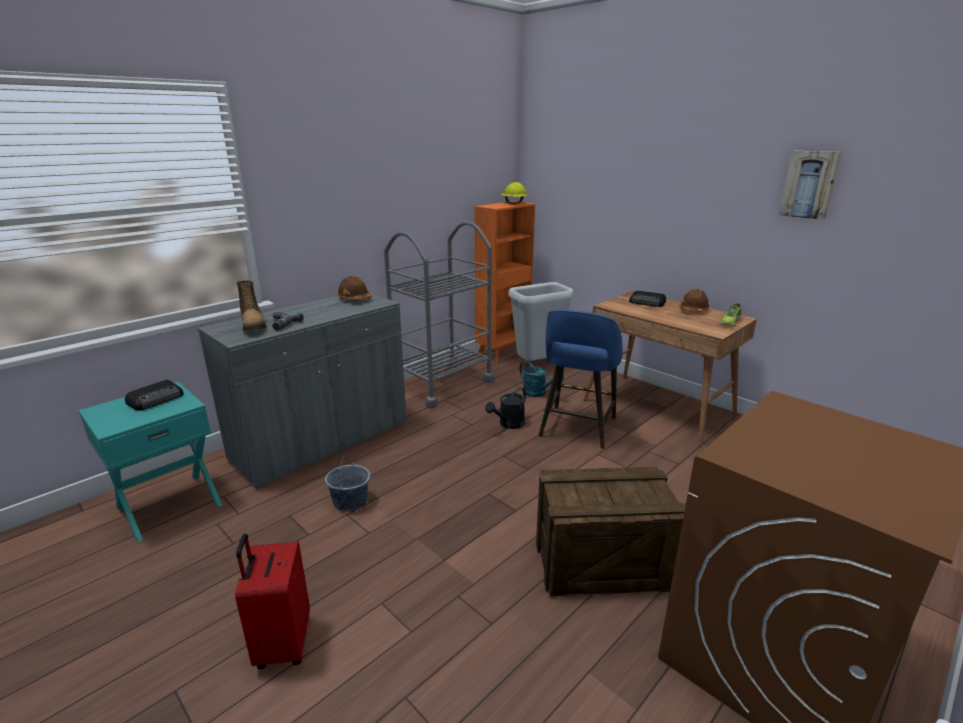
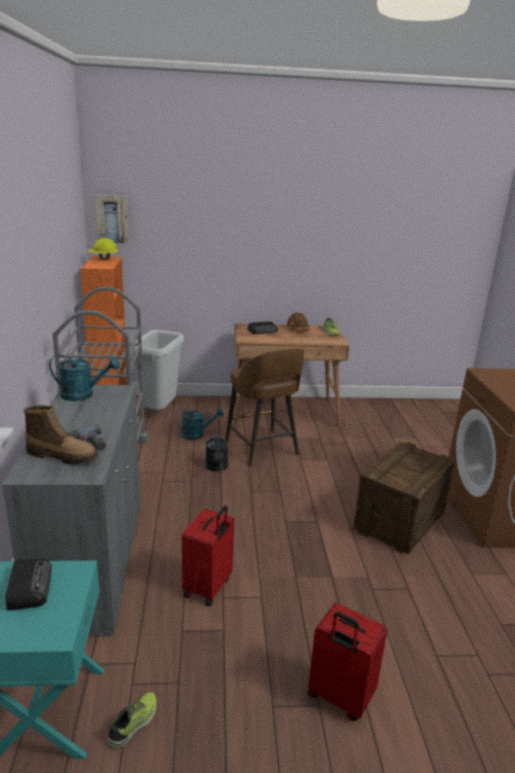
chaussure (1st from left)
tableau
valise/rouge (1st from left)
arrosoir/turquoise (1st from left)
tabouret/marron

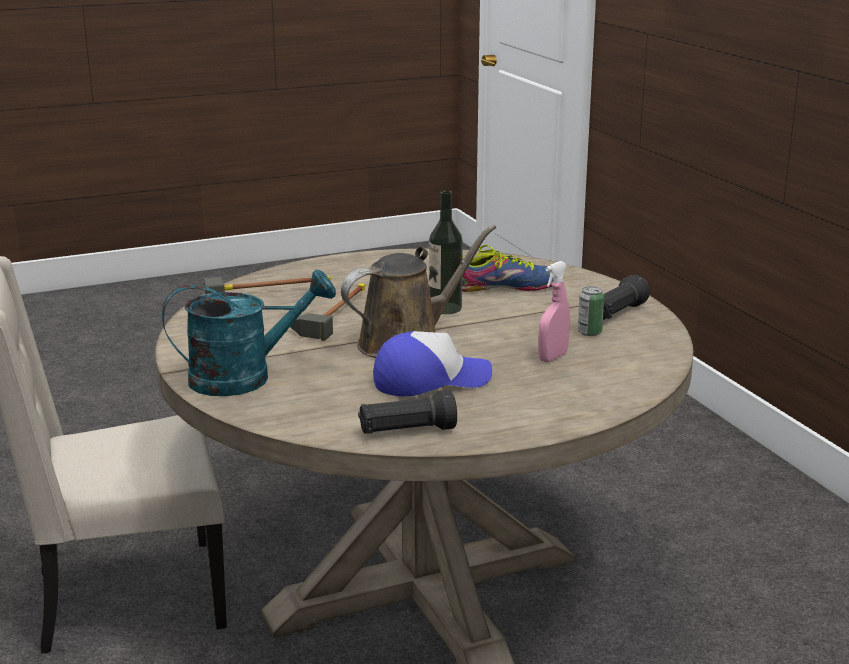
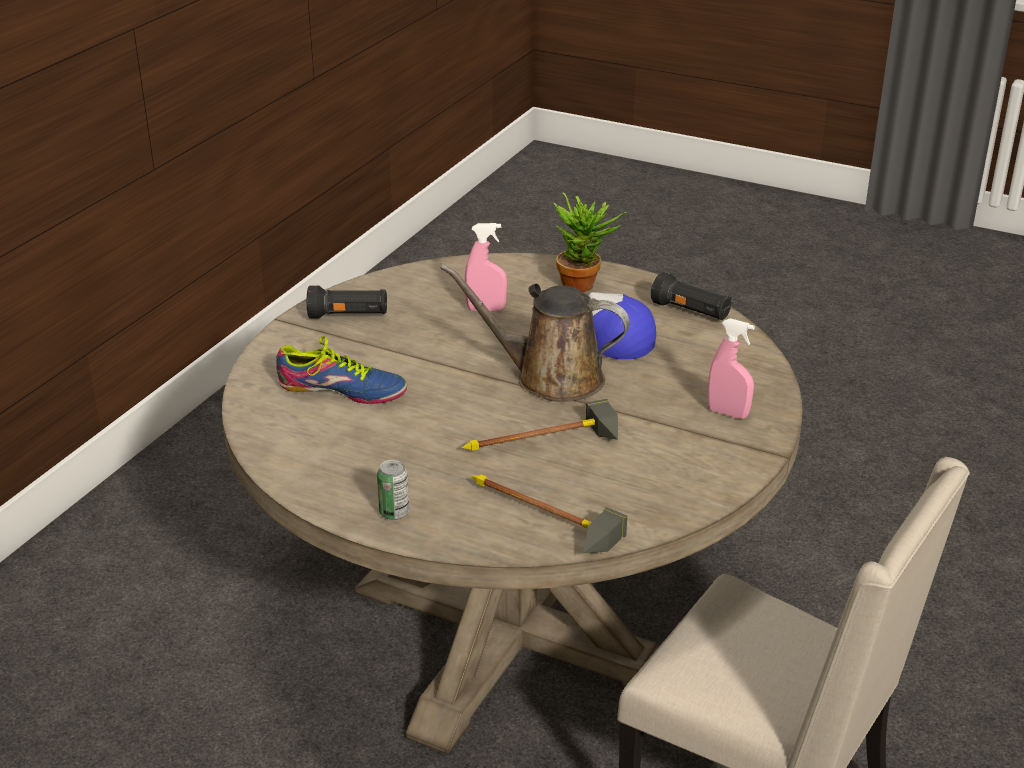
bouteille
plante en pot
boîte métallique
vaporisateur/rose (2nd from left)
chaussure

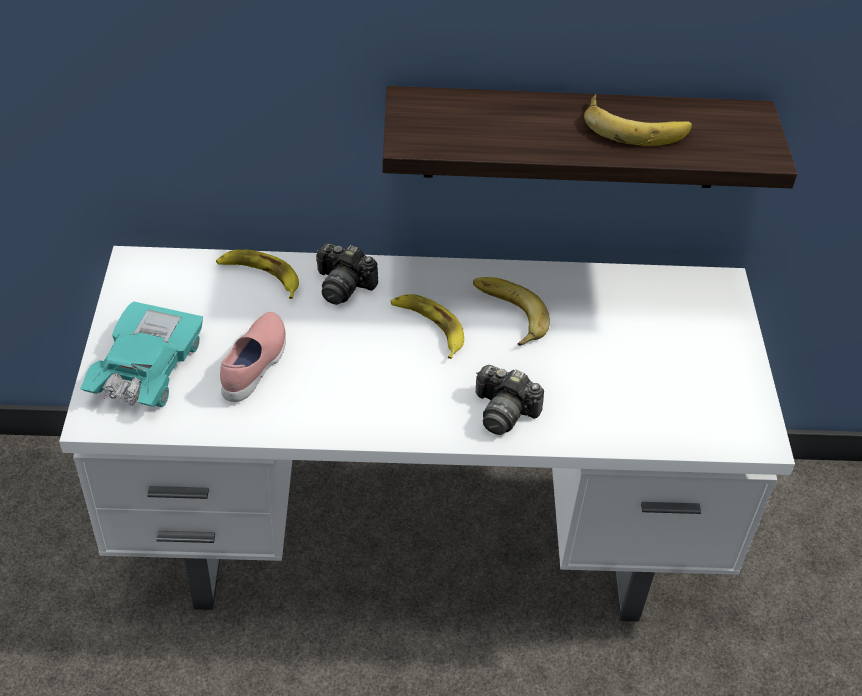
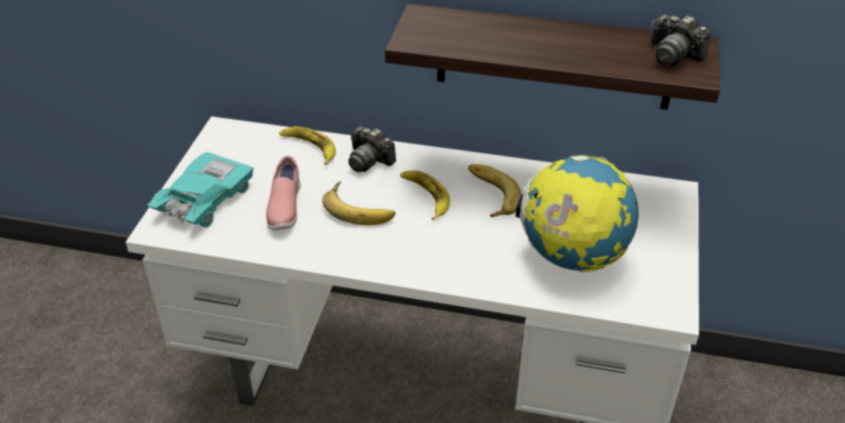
globe
appareil photo (2nd from left)
banane (2nd from left)
chaussure/rose

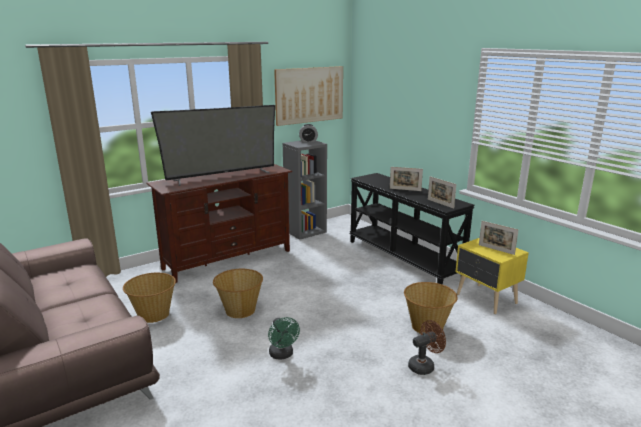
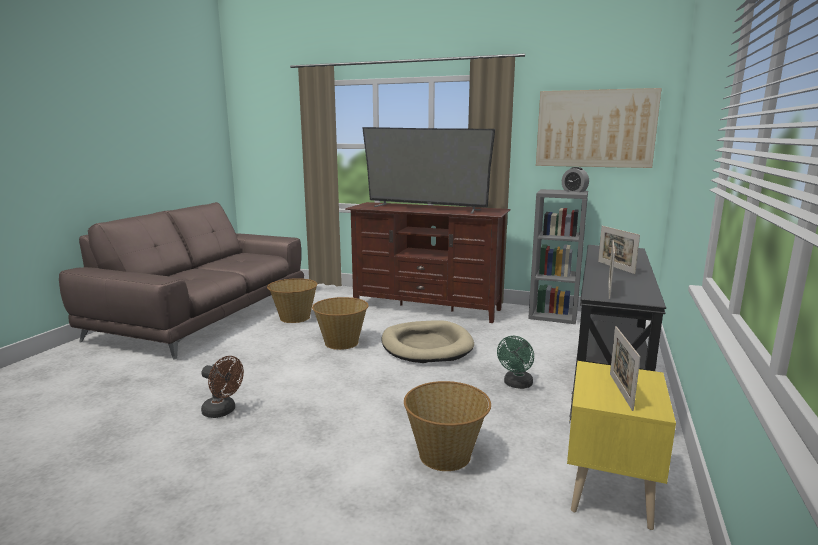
panier pour chien/beige
ventilateur/vert
ventilateur/marron

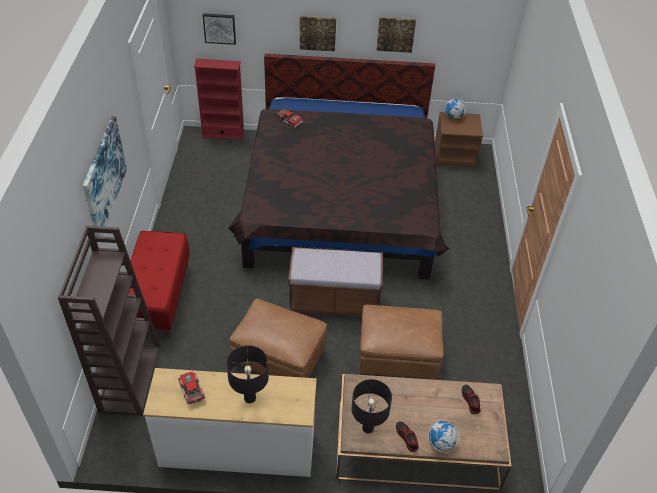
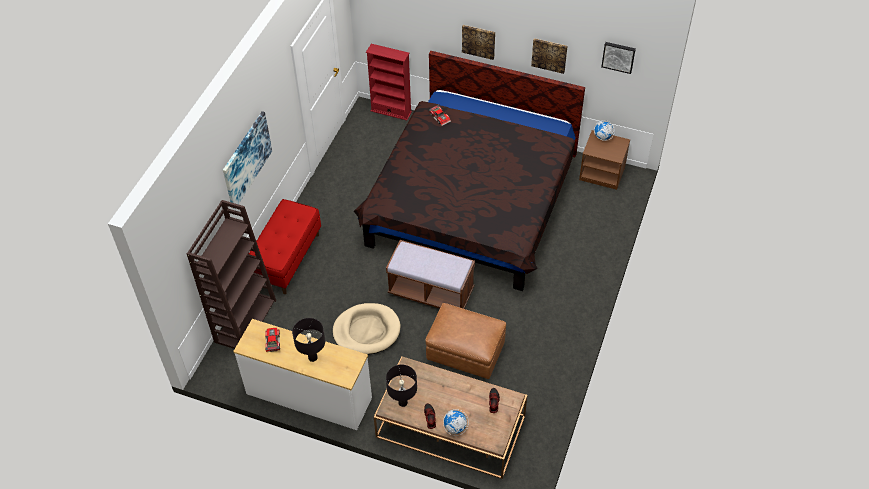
tableau (4th from left)
panier pour chien/beige

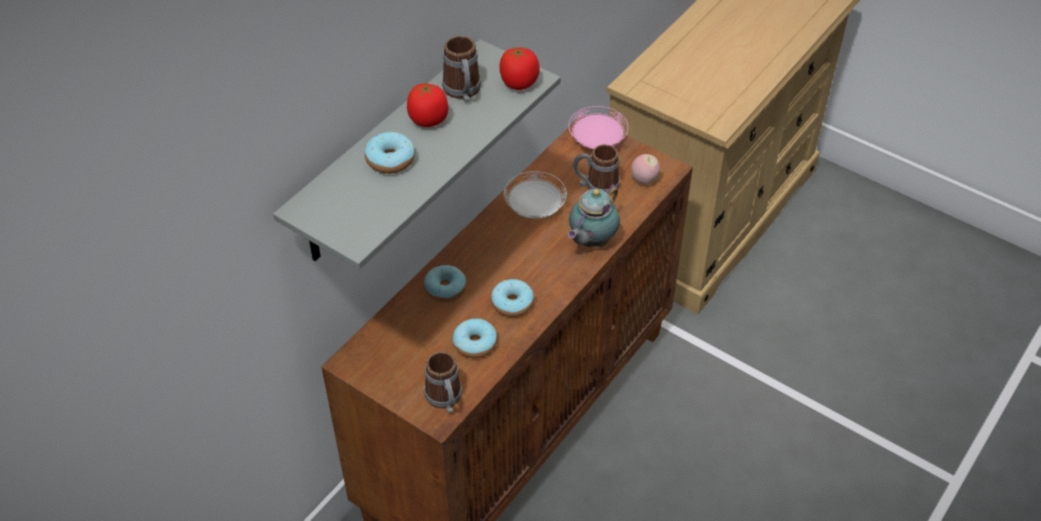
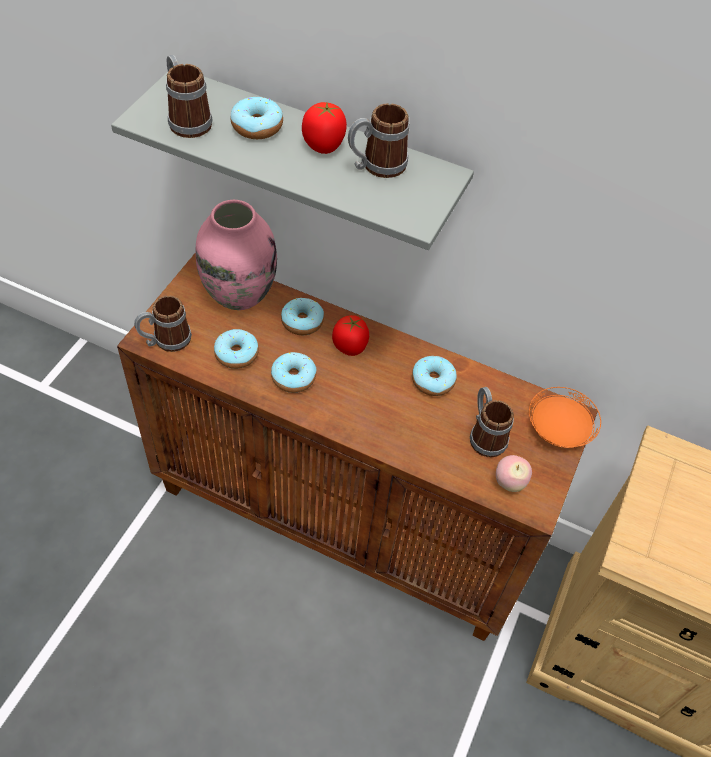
théière
mug (2nd from left)
vase/rose
tomate (2nd from left)
beignet (5th from left)
assiette/orange

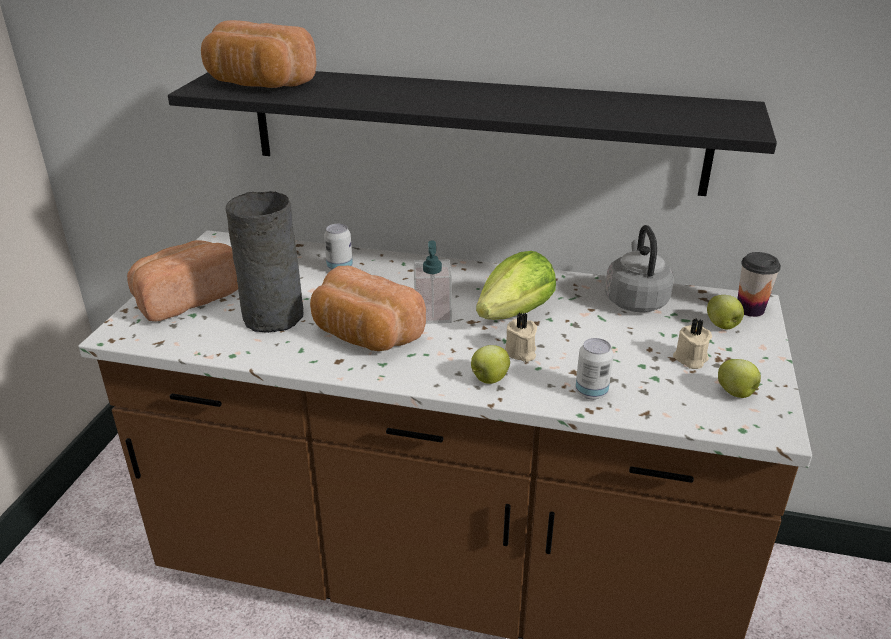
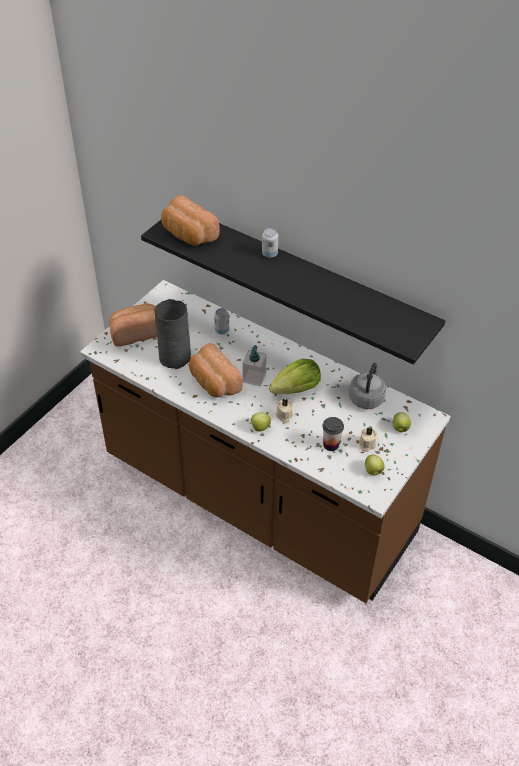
boîte métallique (2nd from left)
tasse

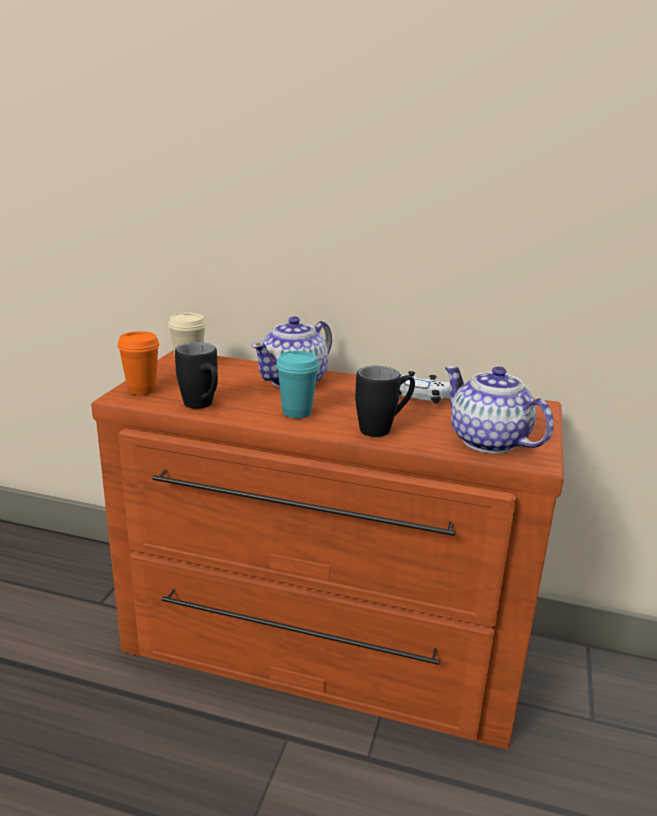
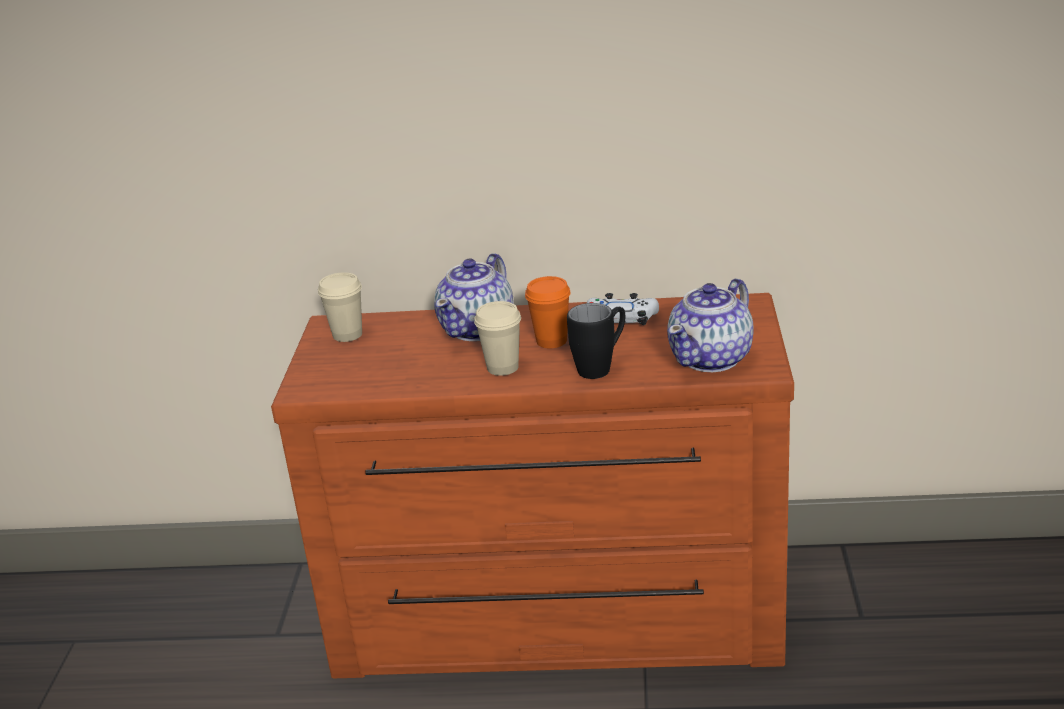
mug/noir (1st from left in the first image)
tasse/orange
tasse/beige (2nd from left)
théière (2nd from left)

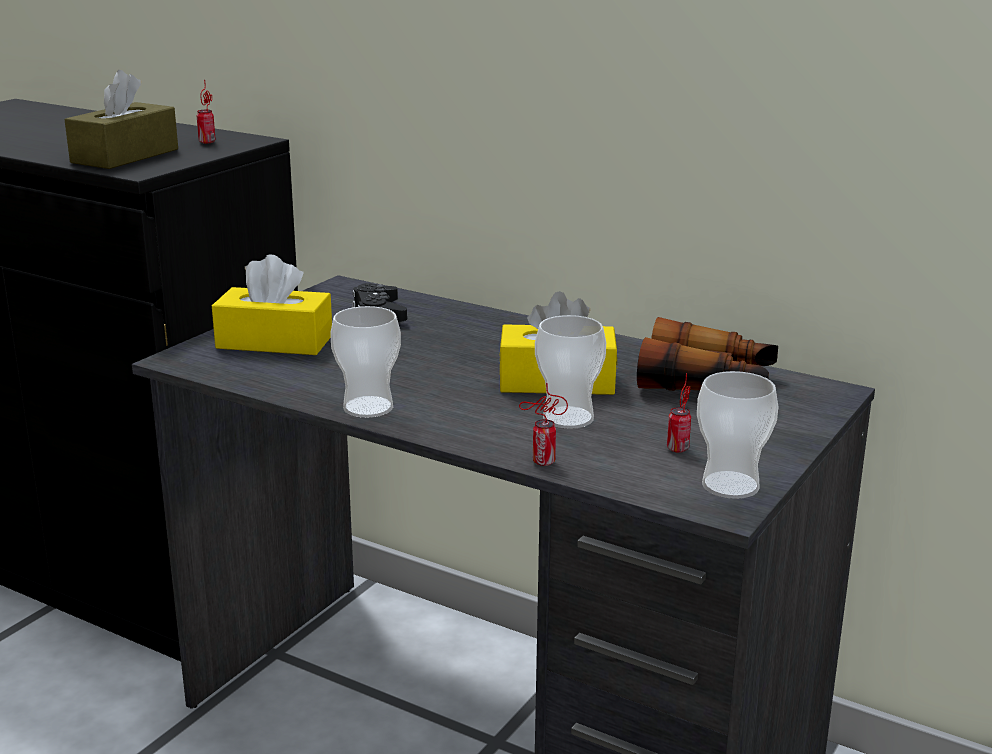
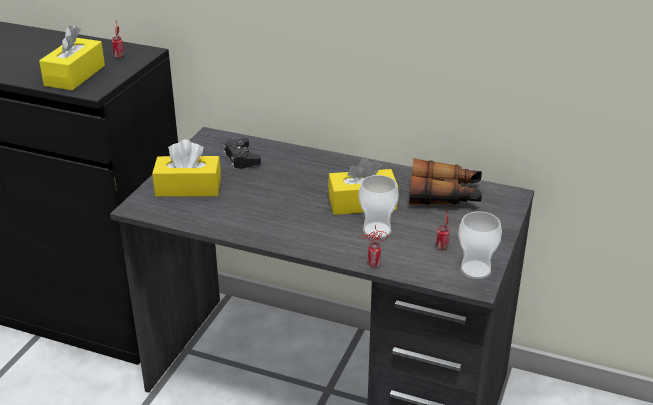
tasse (1st from left in the first image)
boîte à mouchoirs/jaune (1st from left)

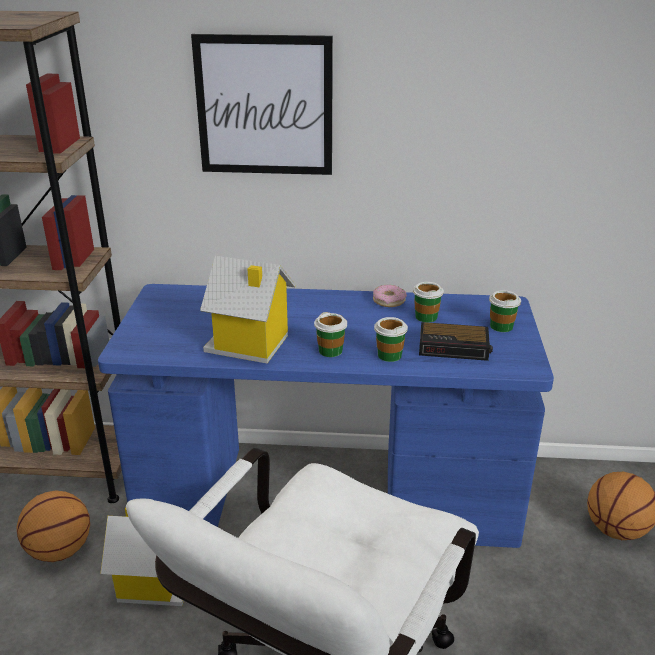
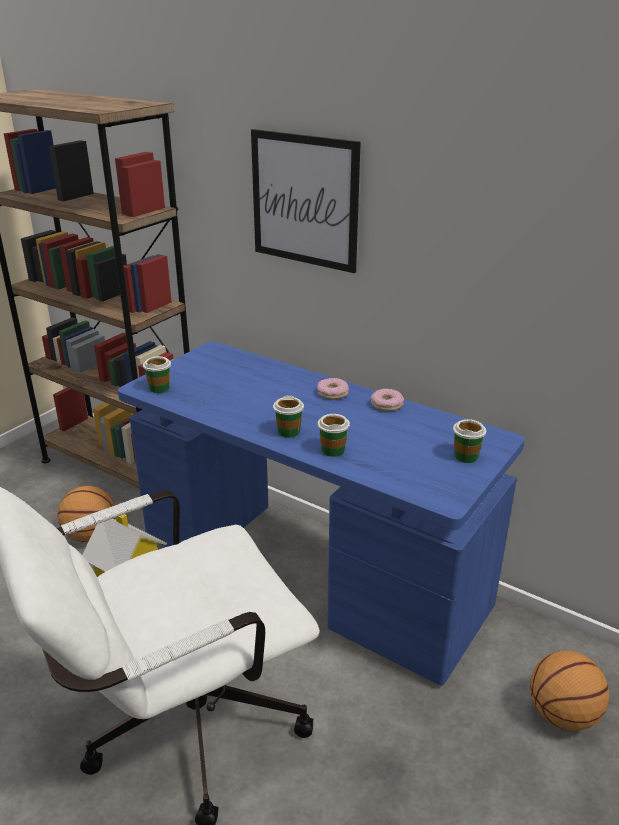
maison miniature (2nd from left in the first image)
réveil
beignet (1st from left)
tasse (1st from left)

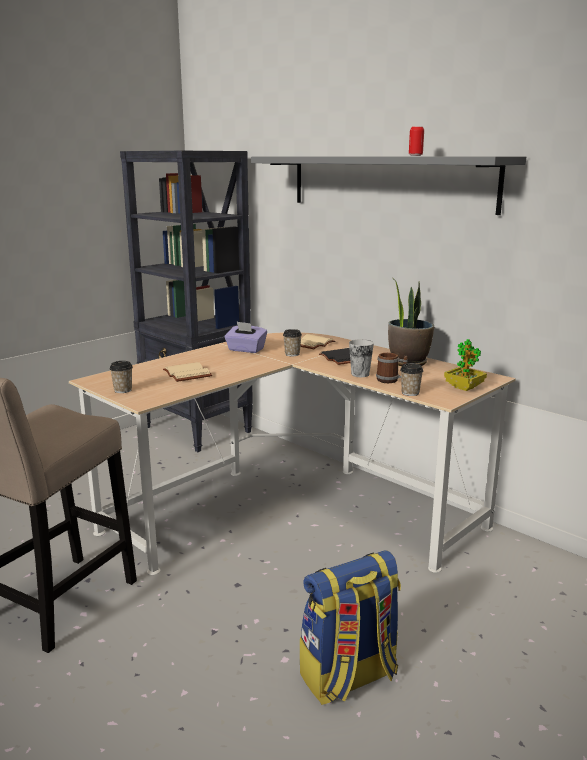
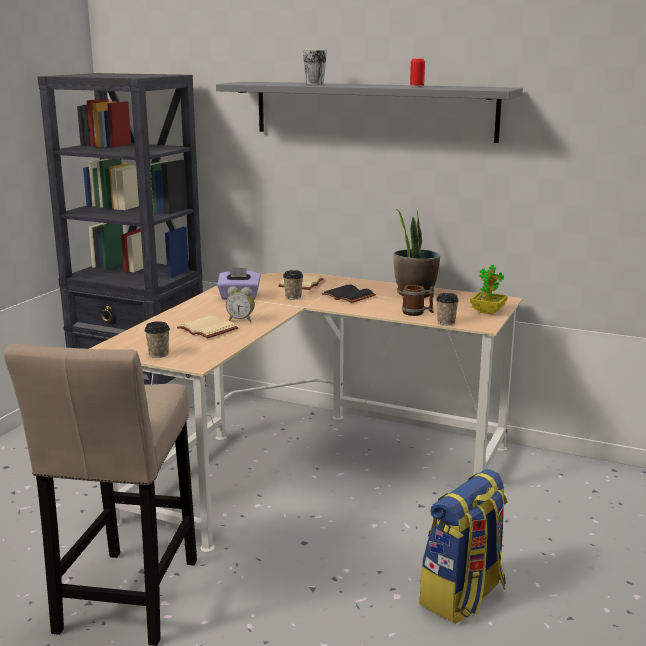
réveil
tasse (3rd from left)

